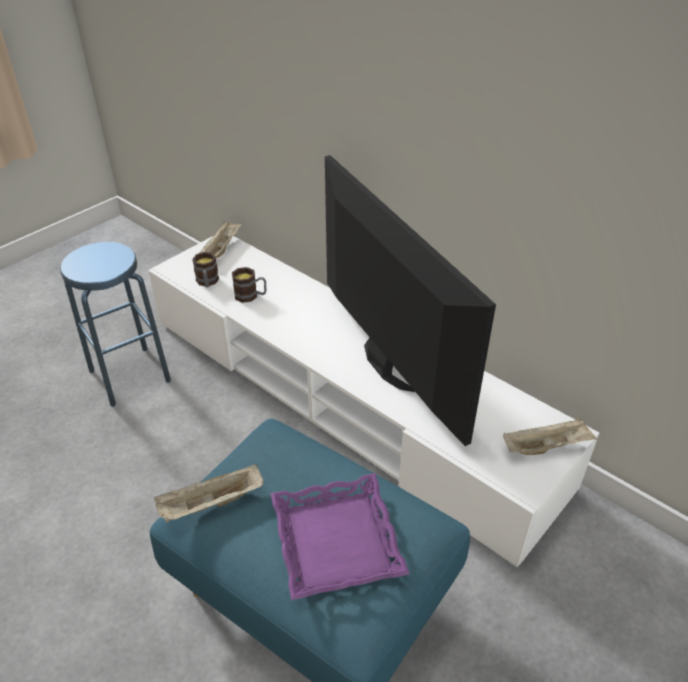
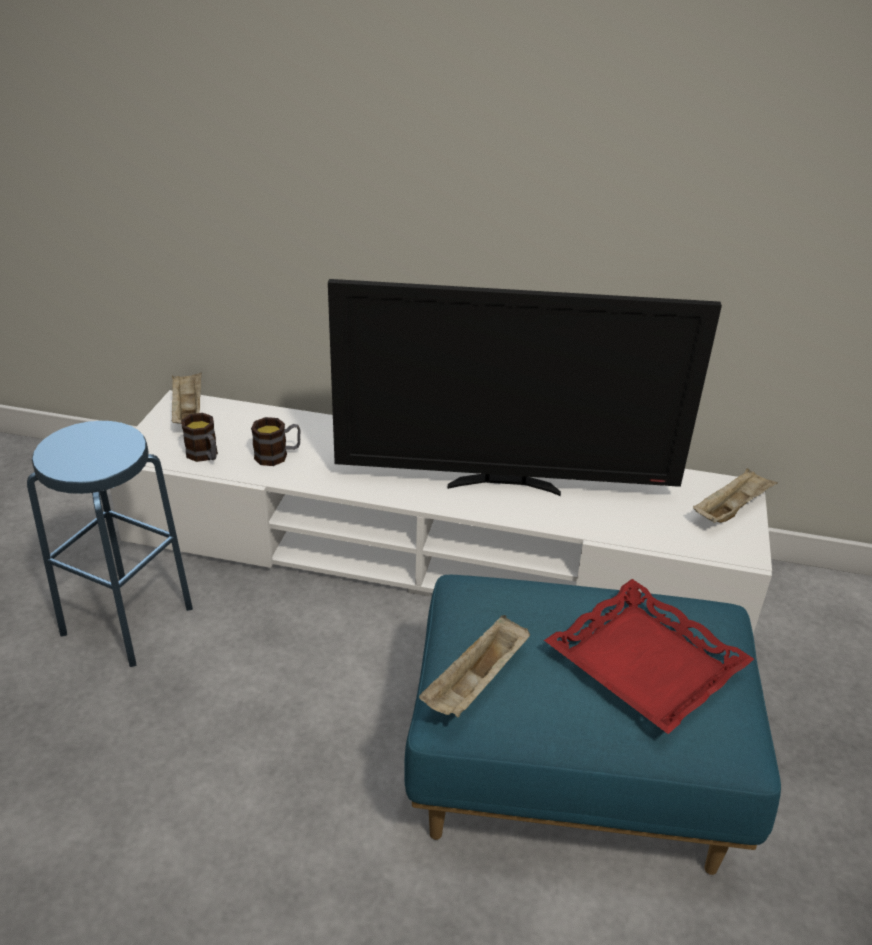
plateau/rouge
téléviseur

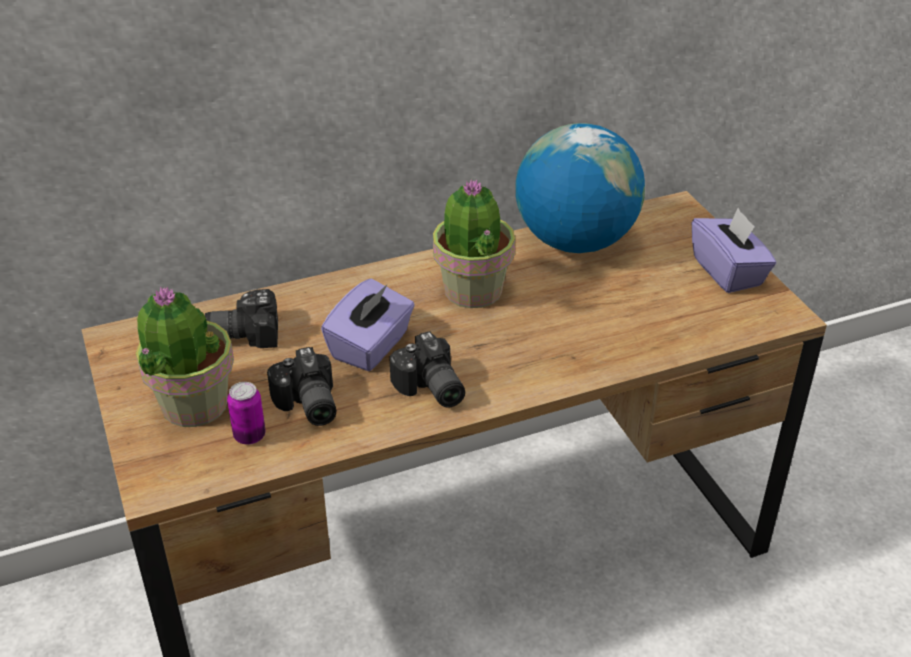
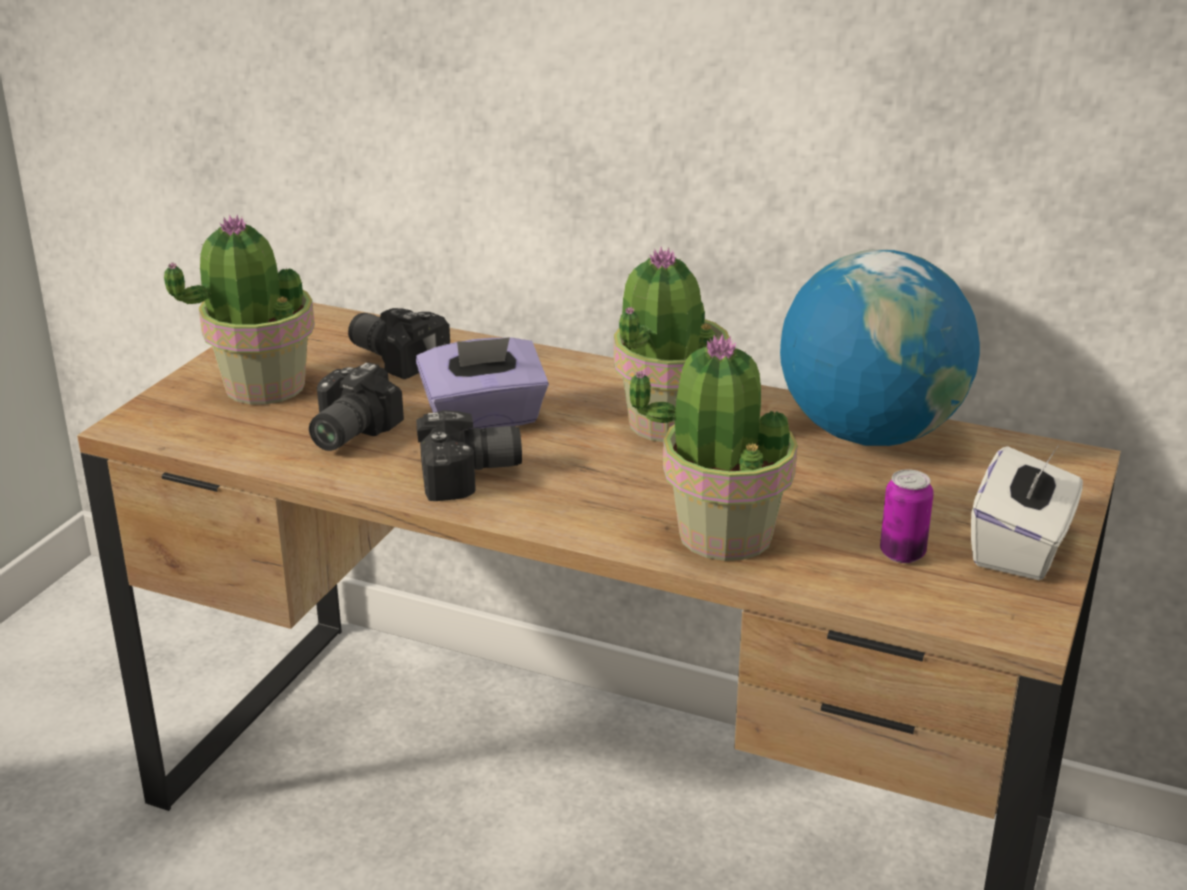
plante en pot (3rd from left)
boîte métallique
boîte à mouchoirs/blanc
appareil photo (3rd from left)

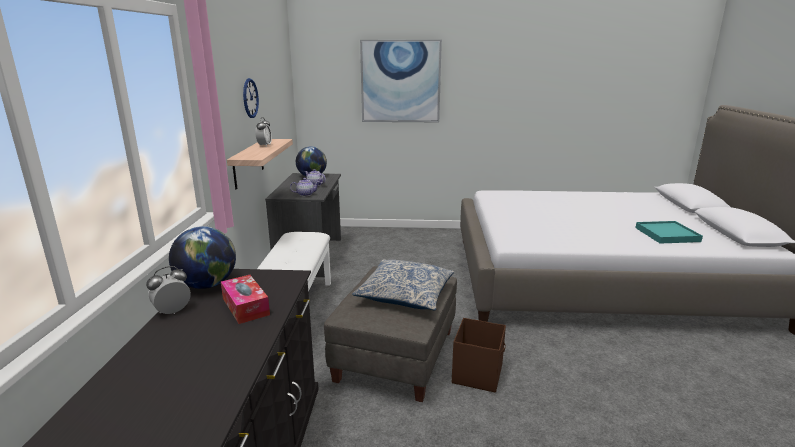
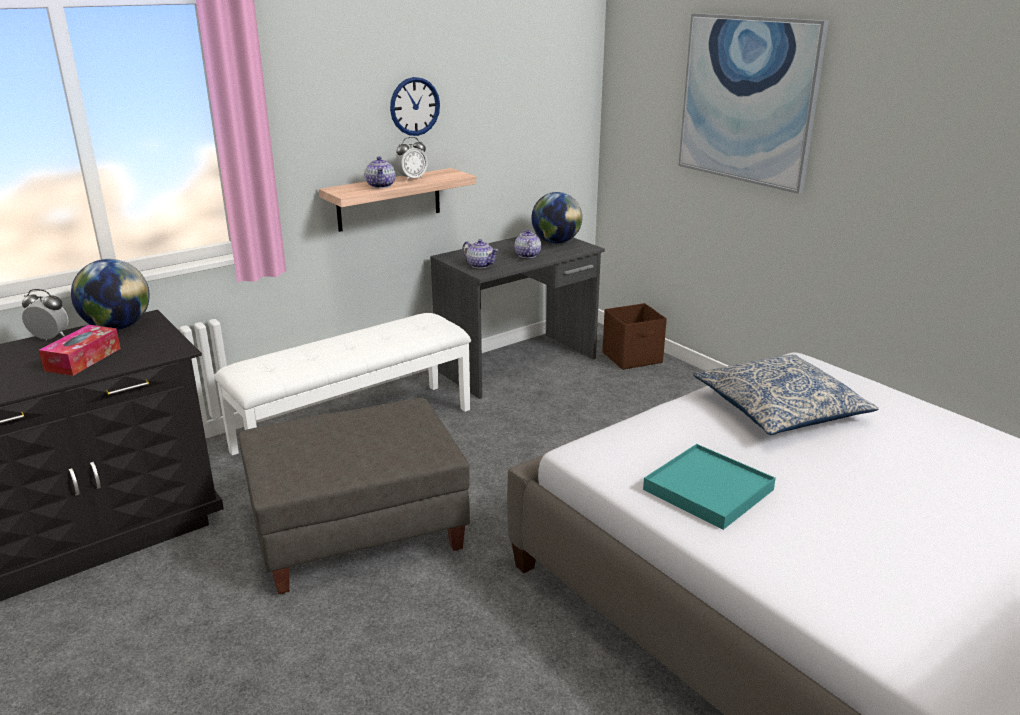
théière (1st from left)
coussin
boîte de rangement/marron
plateau/turquoise

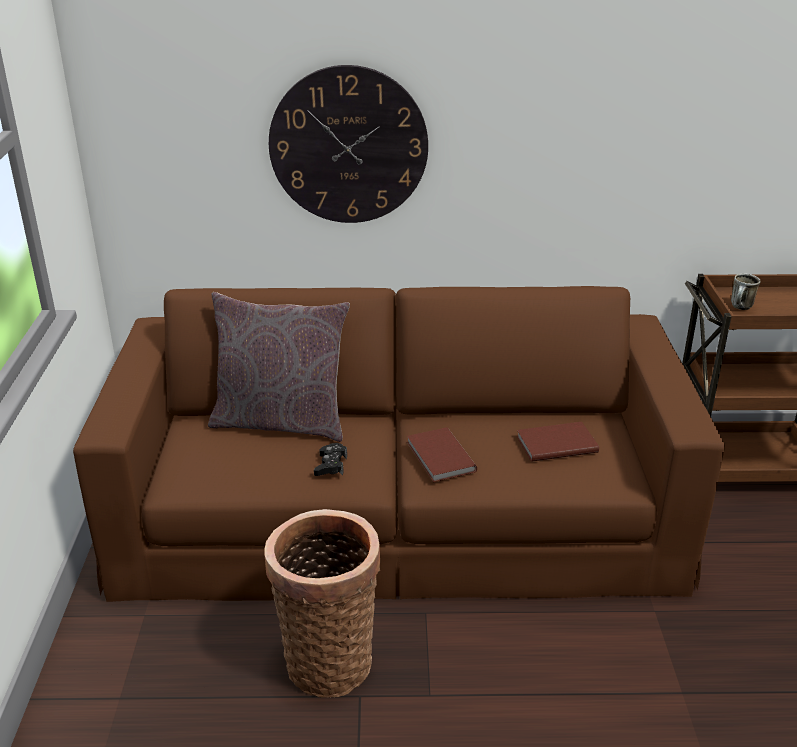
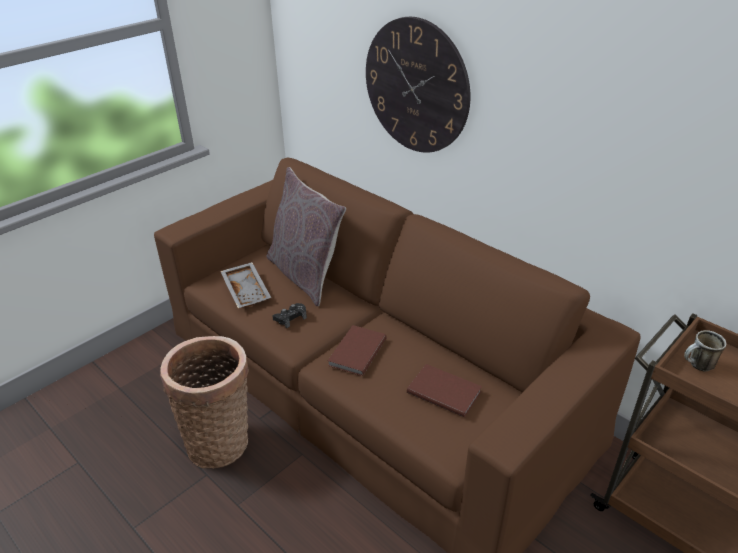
plateau/gris

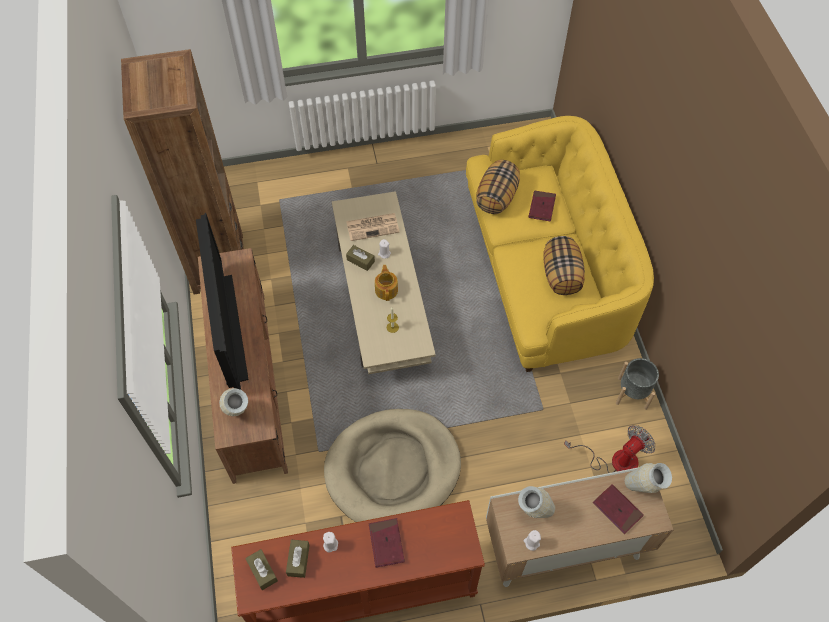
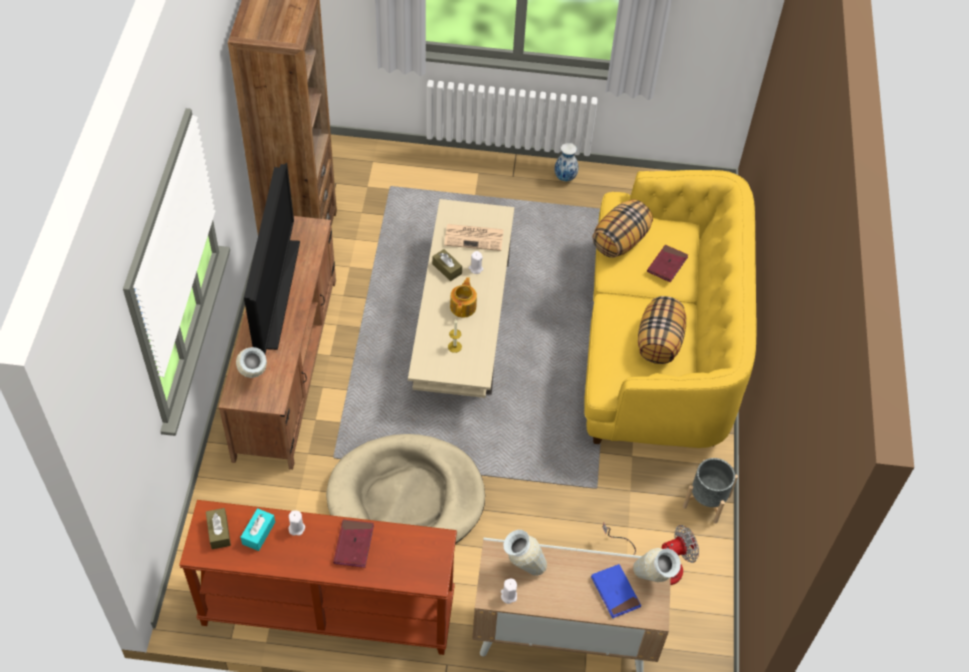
vase (3rd from left)
boîte à mouchoirs/turquoise
livre/bleu

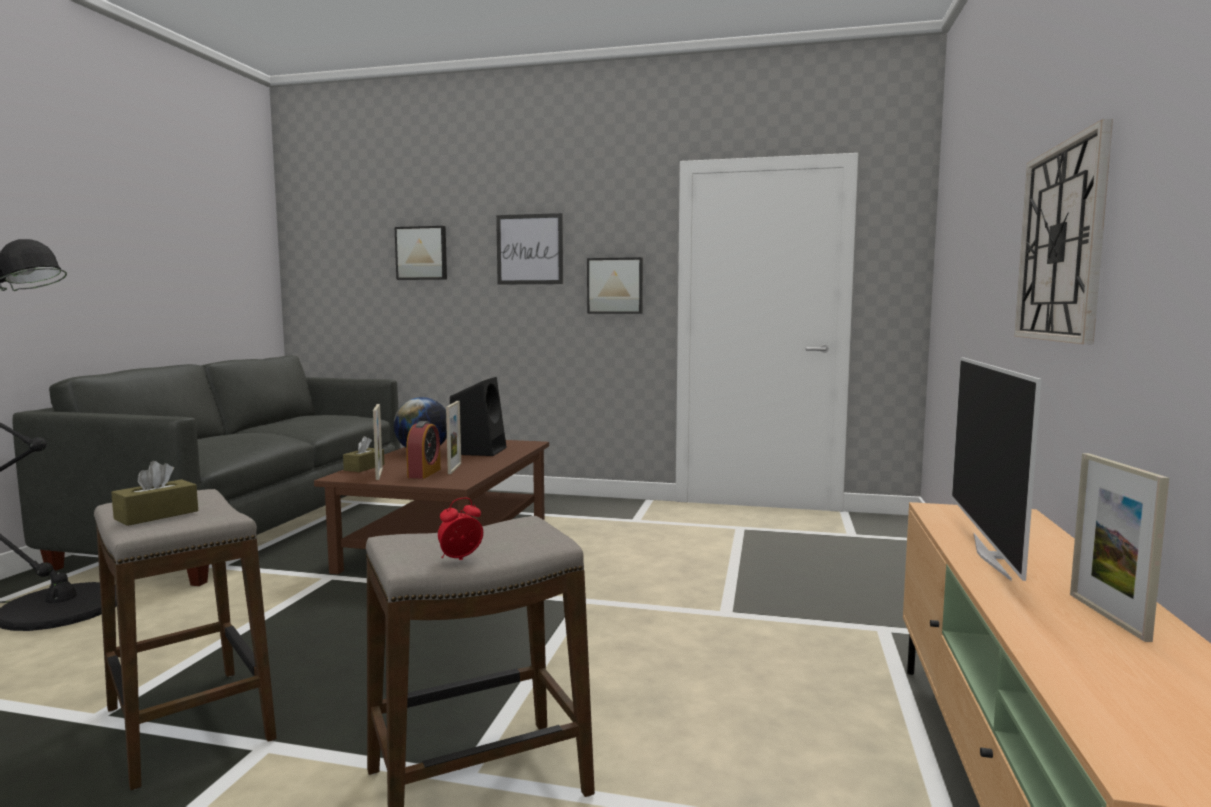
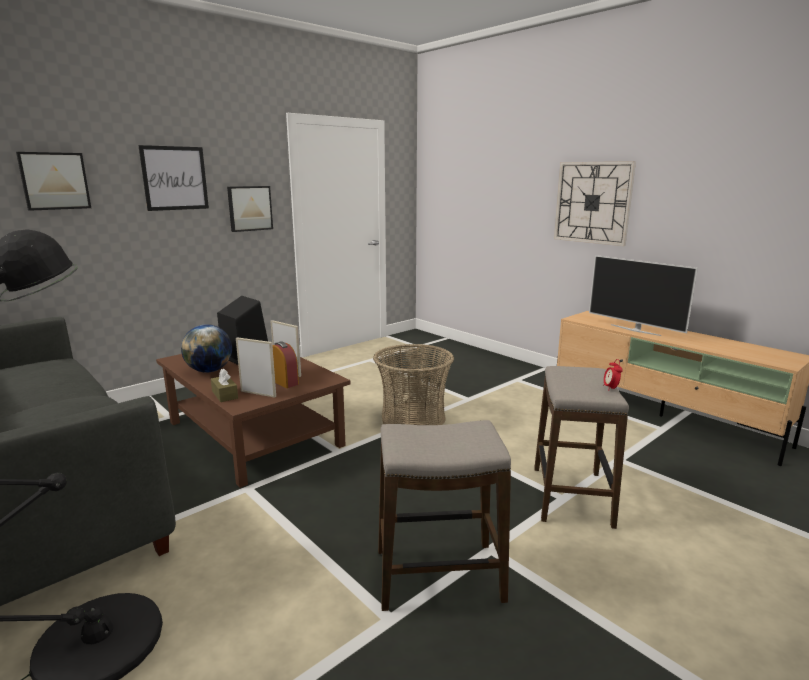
boîte à mouchoirs/marron (1st from left in the first image)
cadre photo (3rd from left in the first image)
panier

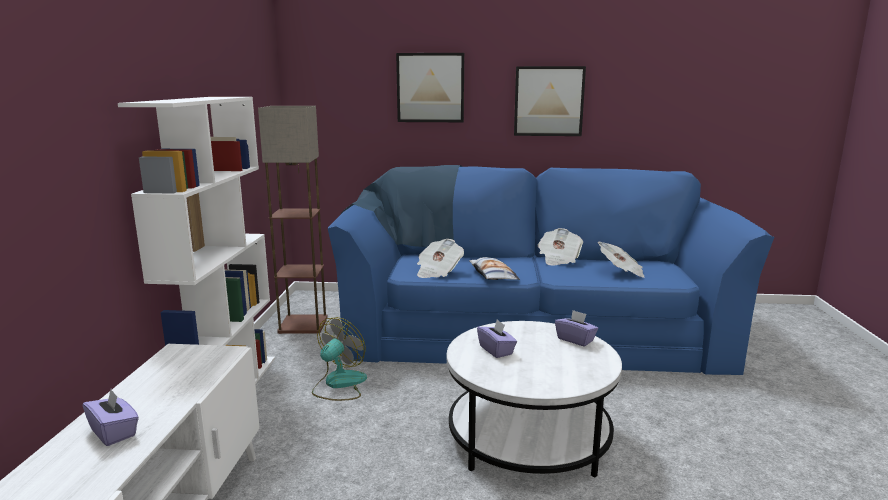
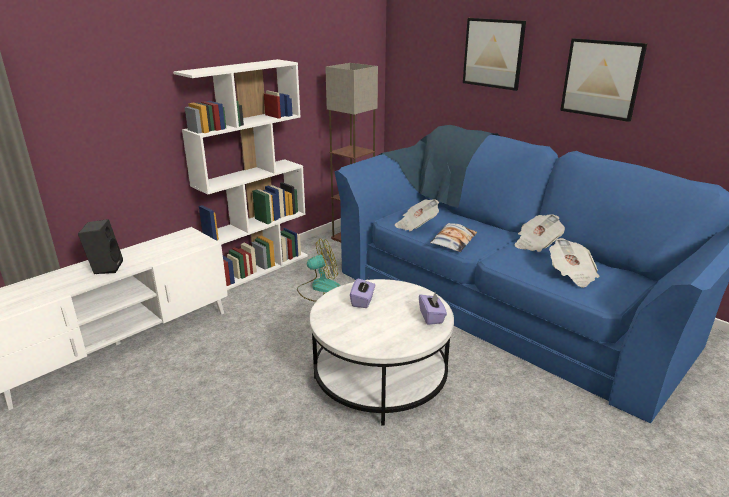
enceinte/noir

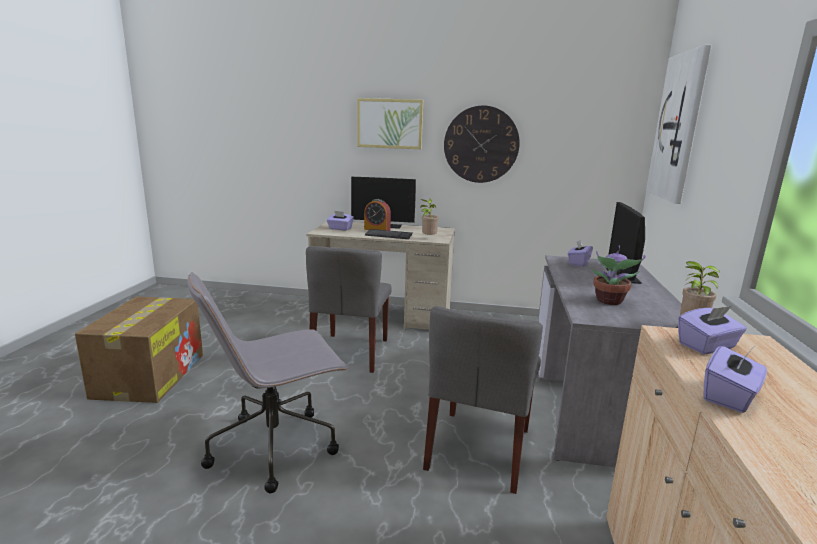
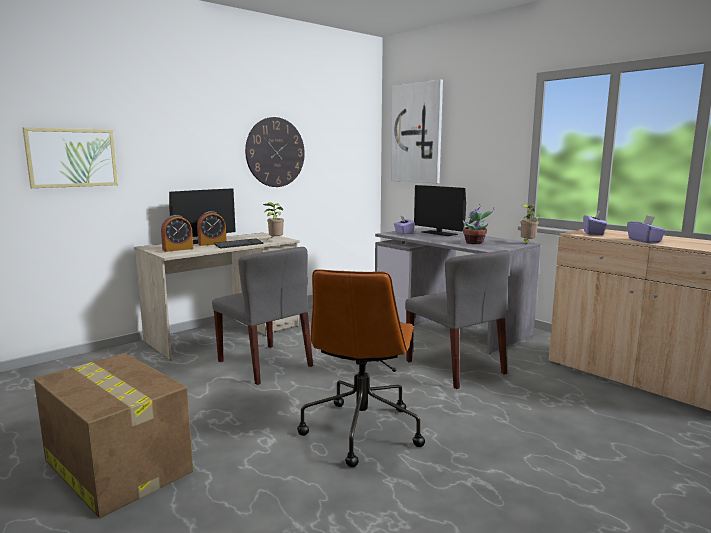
tableau (1st from left)
réveil (1st from left)
chaise de bureau/marron

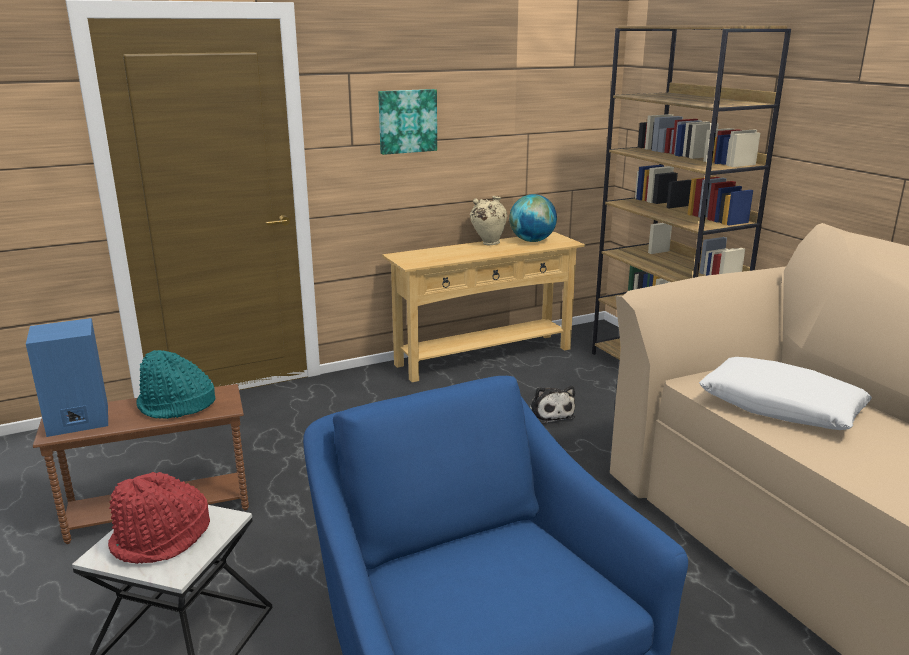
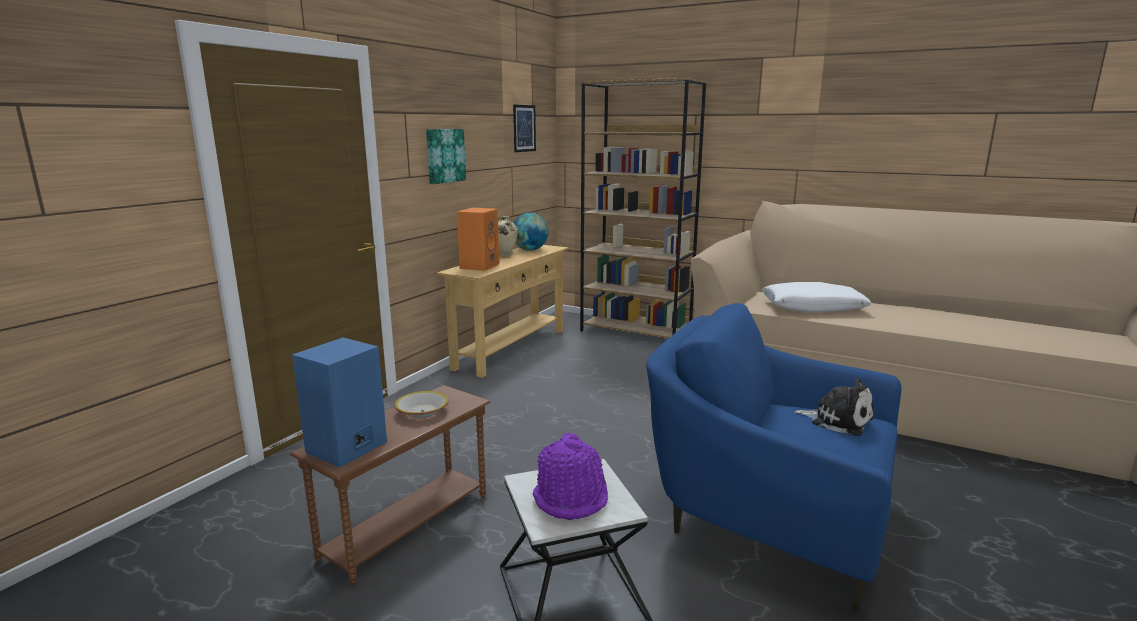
enceinte/orange
tableau (2nd from left)
peluche
bol
chapeau/violet

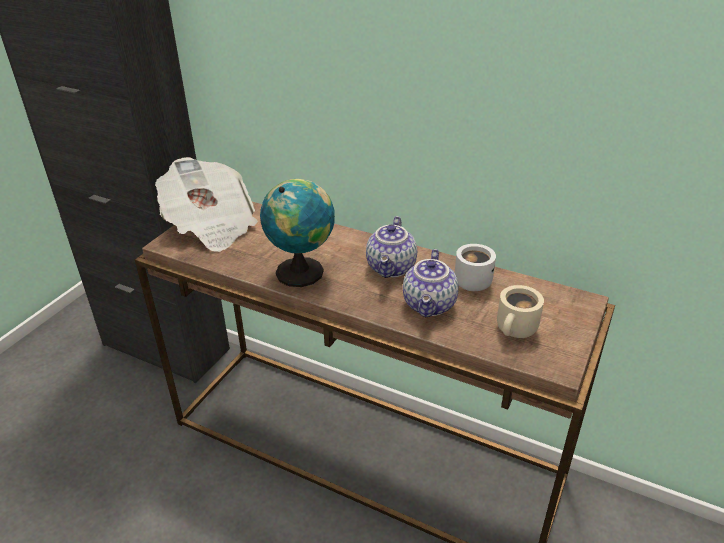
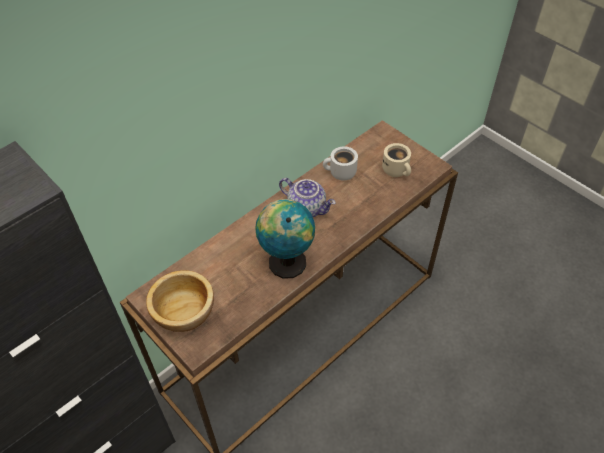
théière (2nd from left in the first image)
bol

